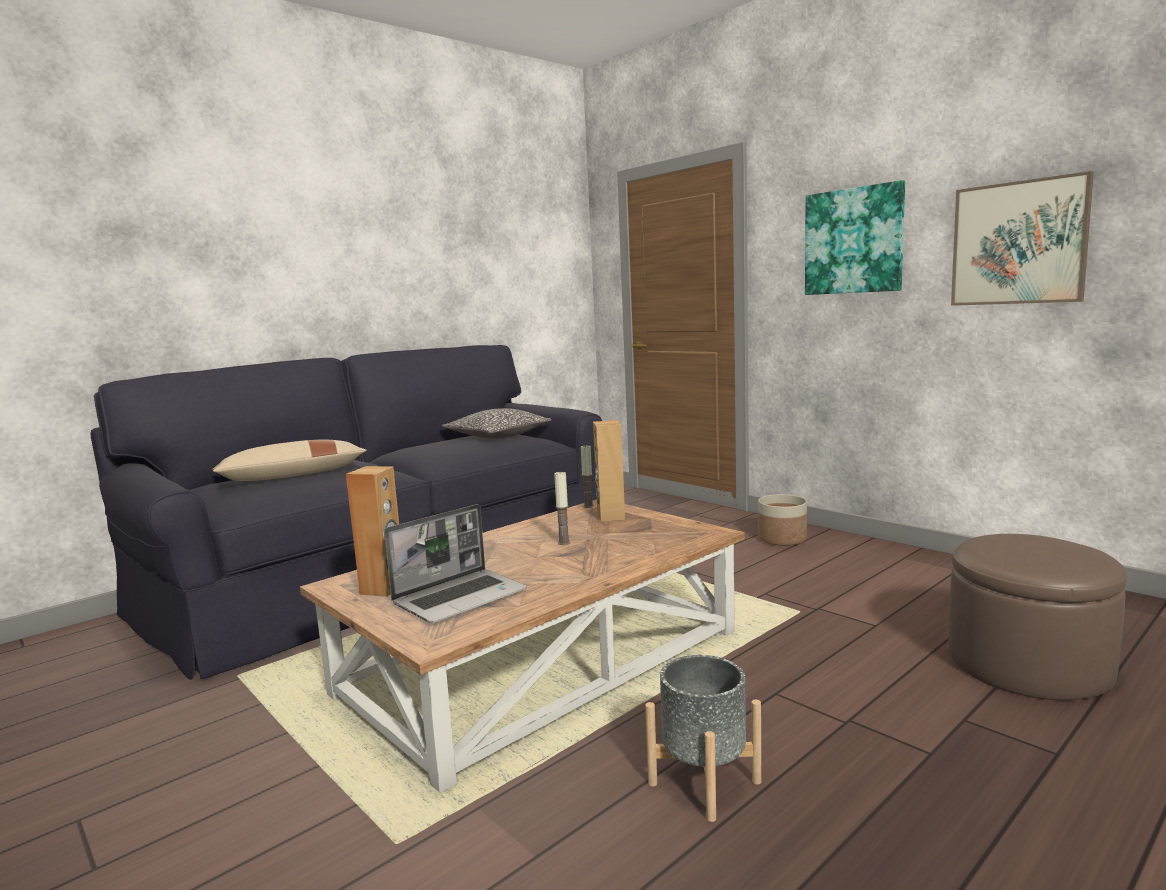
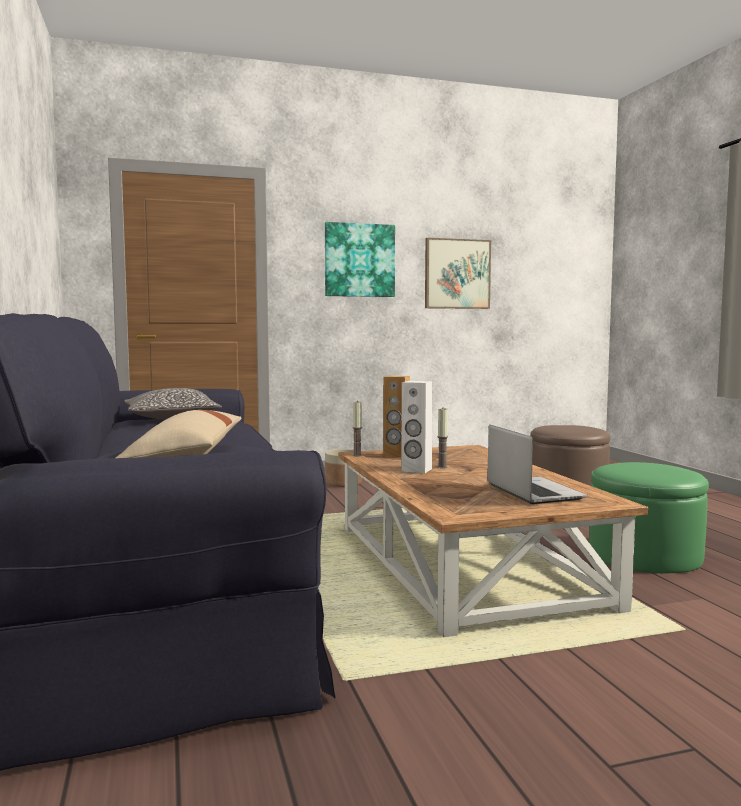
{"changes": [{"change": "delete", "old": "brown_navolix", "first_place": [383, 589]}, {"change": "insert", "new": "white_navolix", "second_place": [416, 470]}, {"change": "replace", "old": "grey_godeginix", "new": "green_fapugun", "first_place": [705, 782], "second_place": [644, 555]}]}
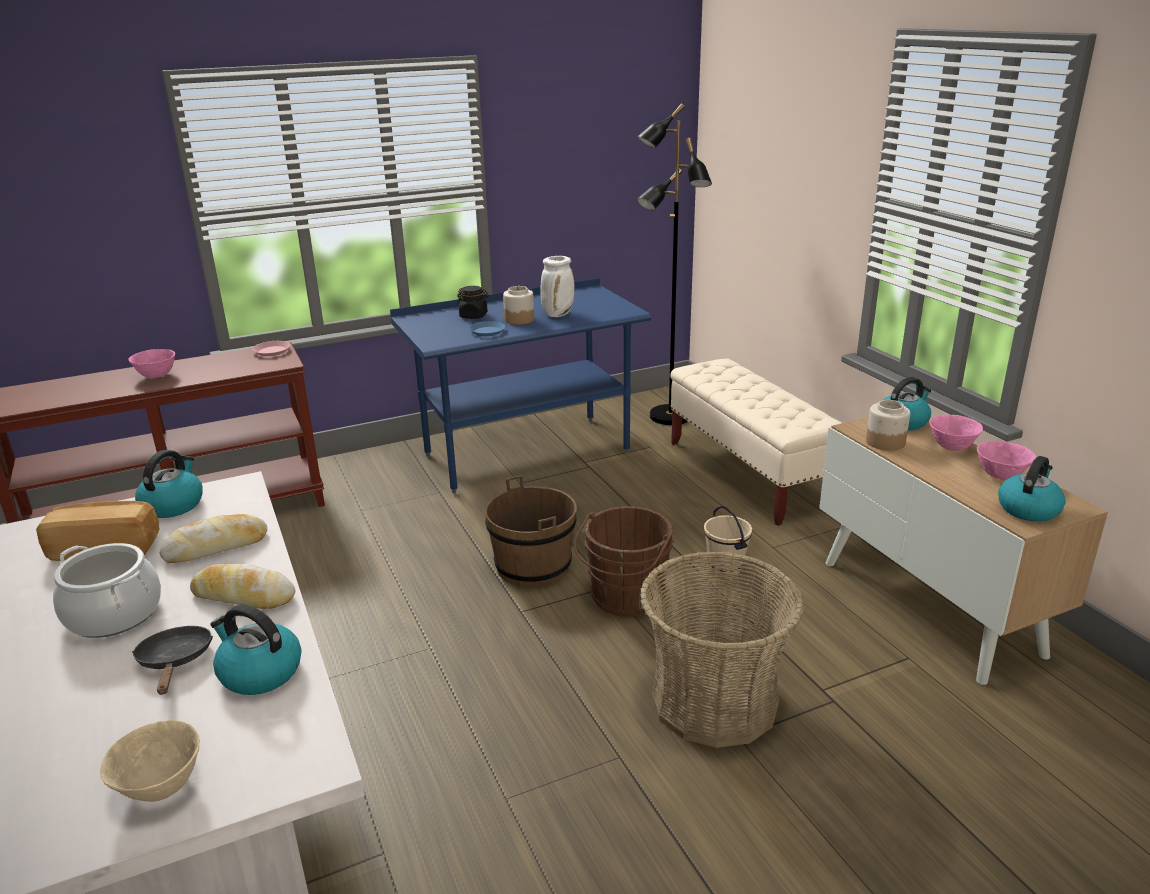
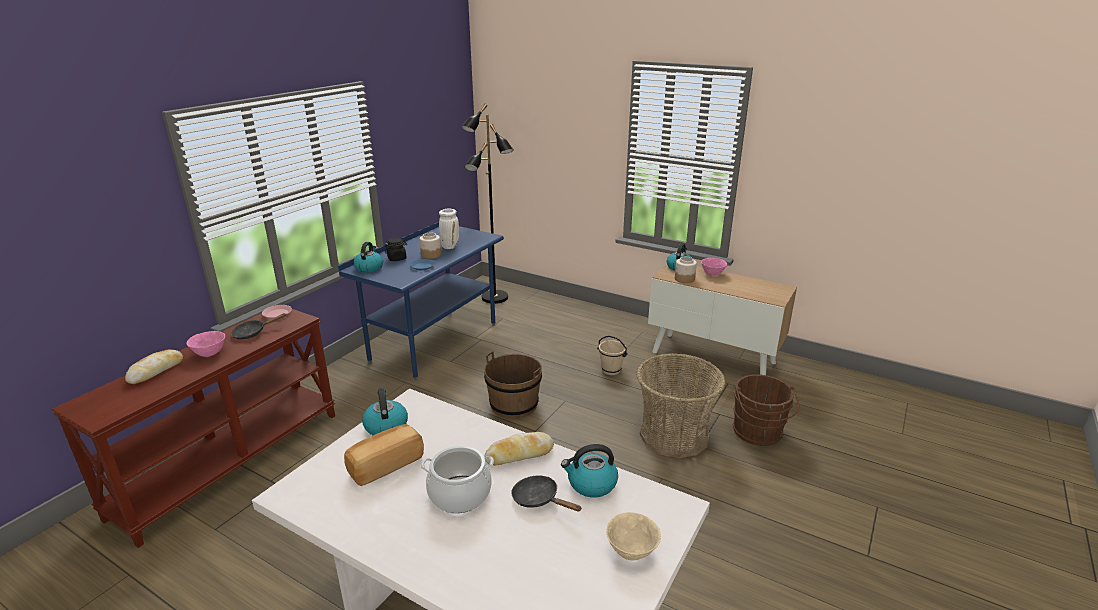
{"changes": [{"change": "delete", "old": "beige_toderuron", "first_place": [749, 474]}, {"change": "delete", "old": "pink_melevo", "first_place": [1001, 476]}, {"change": "insert", "new": "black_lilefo", "second_place": [253, 333]}, {"change": "move", "old": "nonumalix", "first_place": [216, 547], "second_place": [156, 371]}, {"change": "move", "old": "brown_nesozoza", "first_place": [625, 598], "second_place": [758, 433]}, {"change": "move", "old": "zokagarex", "first_place": [1028, 509], "second_place": [369, 268]}]}
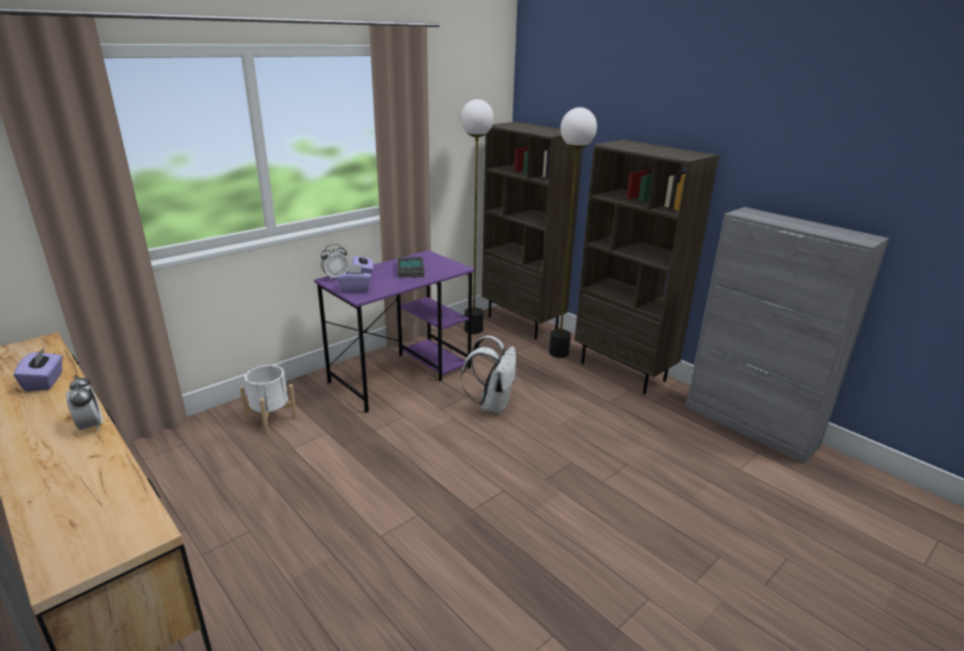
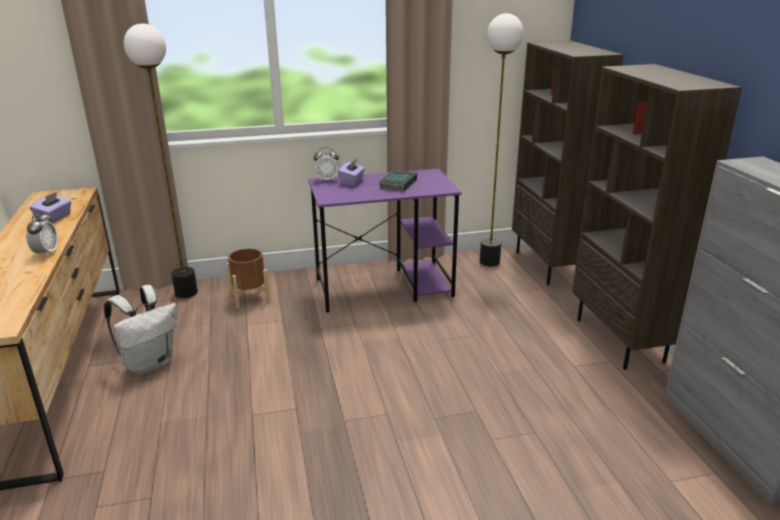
{"changes": [{"change": "delete", "old": "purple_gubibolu", "first_place": [355, 289]}, {"change": "move", "old": "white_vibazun", "first_place": [492, 405], "second_place": [149, 363]}, {"change": "move", "old": "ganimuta", "first_place": [559, 353], "second_place": [186, 293]}, {"change": "recolor", "old": "white_godeginix", "new": "brown_godeginix", "first_place": [271, 419], "second_place": [250, 298]}]}
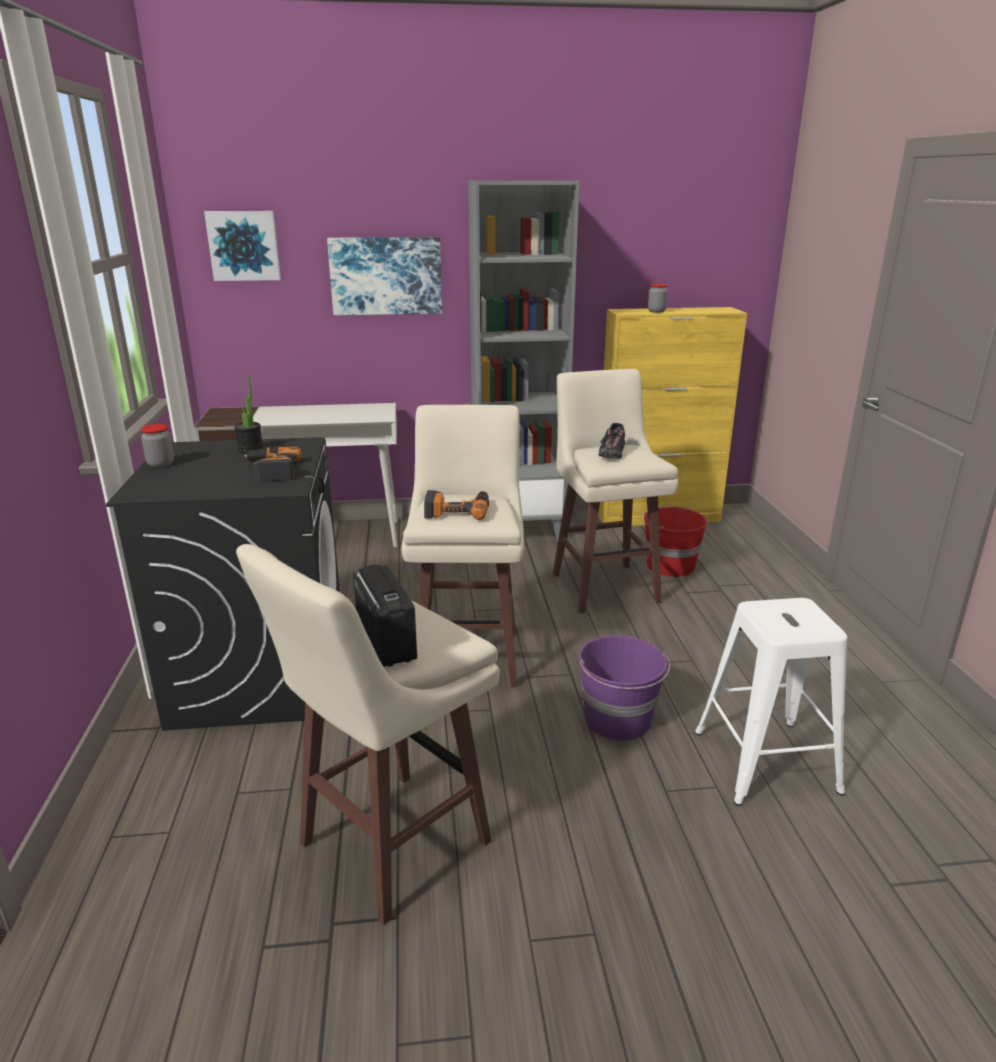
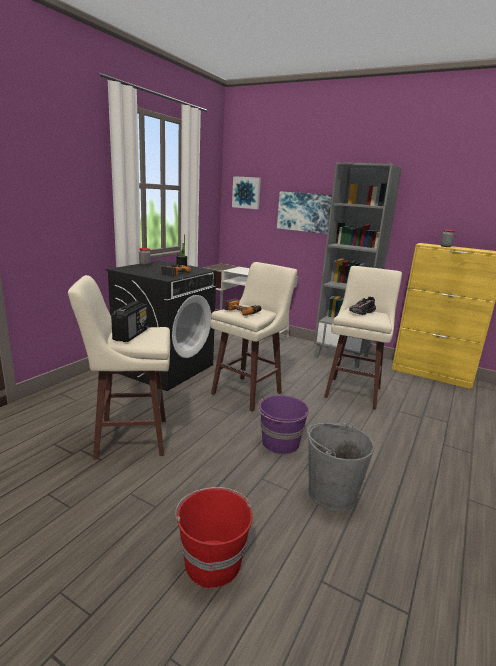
{"changes": [{"change": "move", "old": "red_nesozoza", "first_place": [669, 566], "second_place": [212, 561]}, {"change": "replace", "old": "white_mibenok", "new": "grey_nesozoza", "first_place": [763, 760], "second_place": [331, 493]}]}
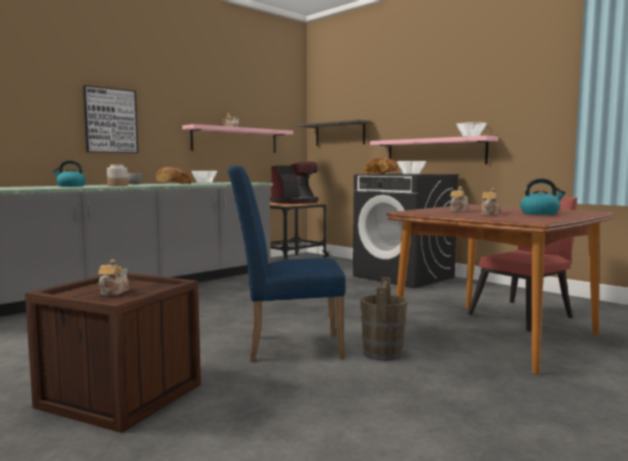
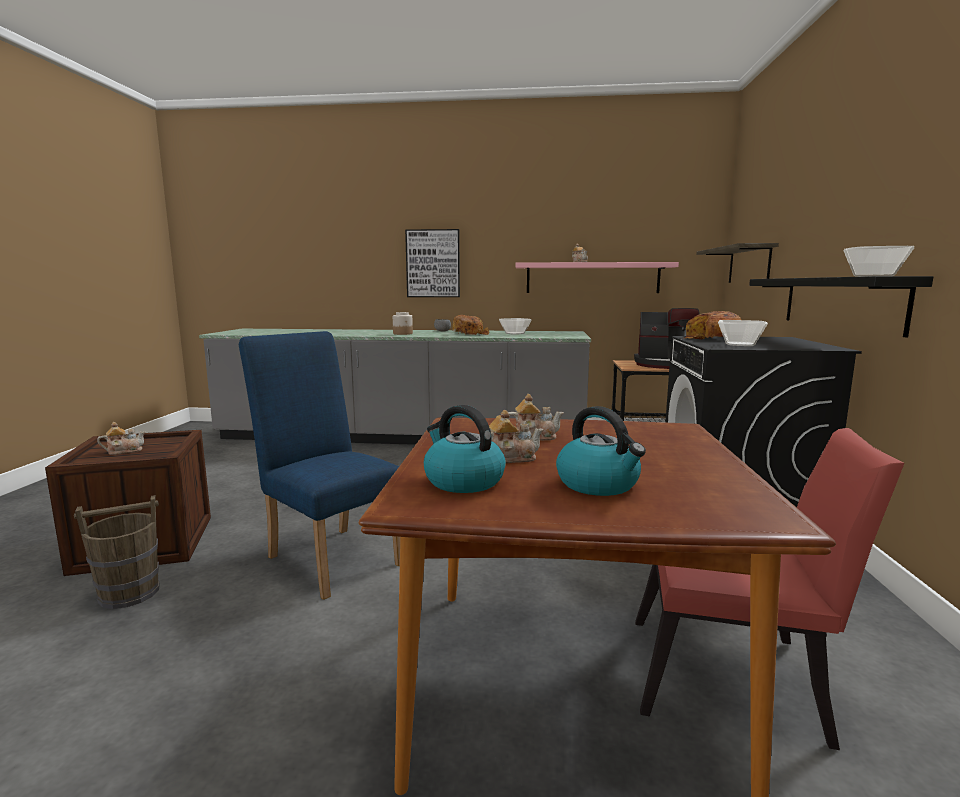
{"changes": [{"change": "move", "old": "zokagarex", "first_place": [70, 186], "second_place": [462, 481]}, {"change": "move", "old": "brown_nesozoza", "first_place": [382, 353], "second_place": [129, 593]}, {"change": "recolor", "old": "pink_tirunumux", "new": "black_tirunumux", "first_place": [435, 152], "second_place": [839, 302]}]}
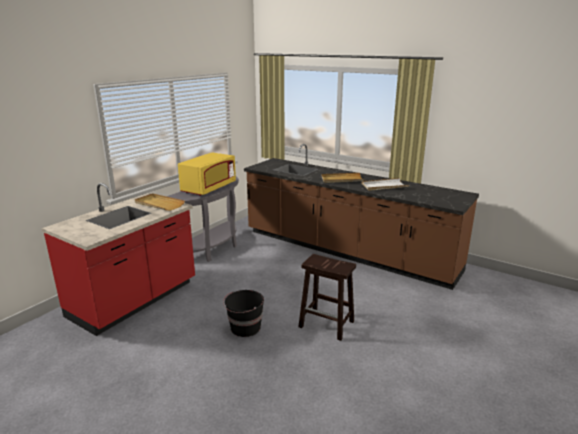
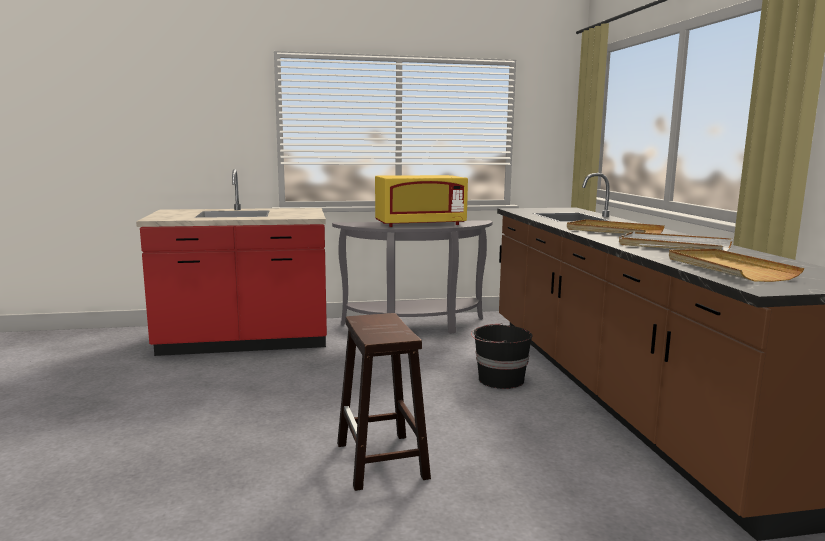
{"changes": [{"change": "move", "old": "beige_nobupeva", "first_place": [159, 204], "second_place": [727, 268]}, {"change": "move", "old": "black_nesozoza", "first_place": [245, 328], "second_place": [499, 380]}]}
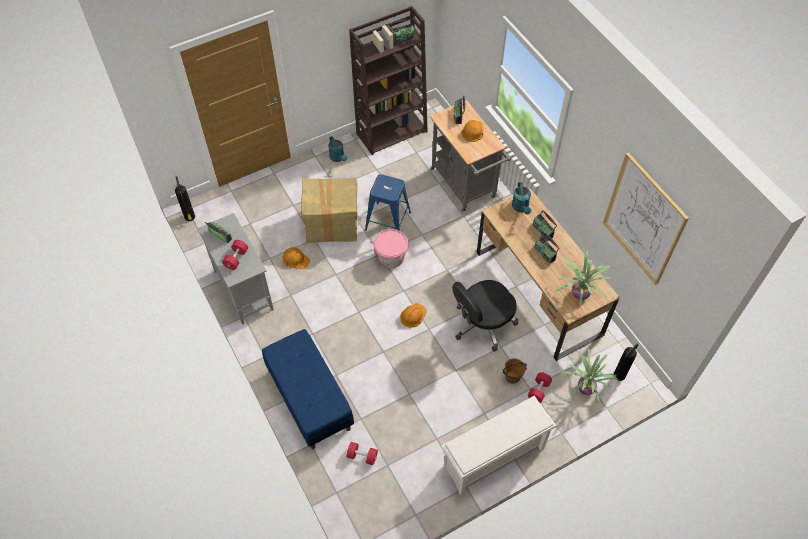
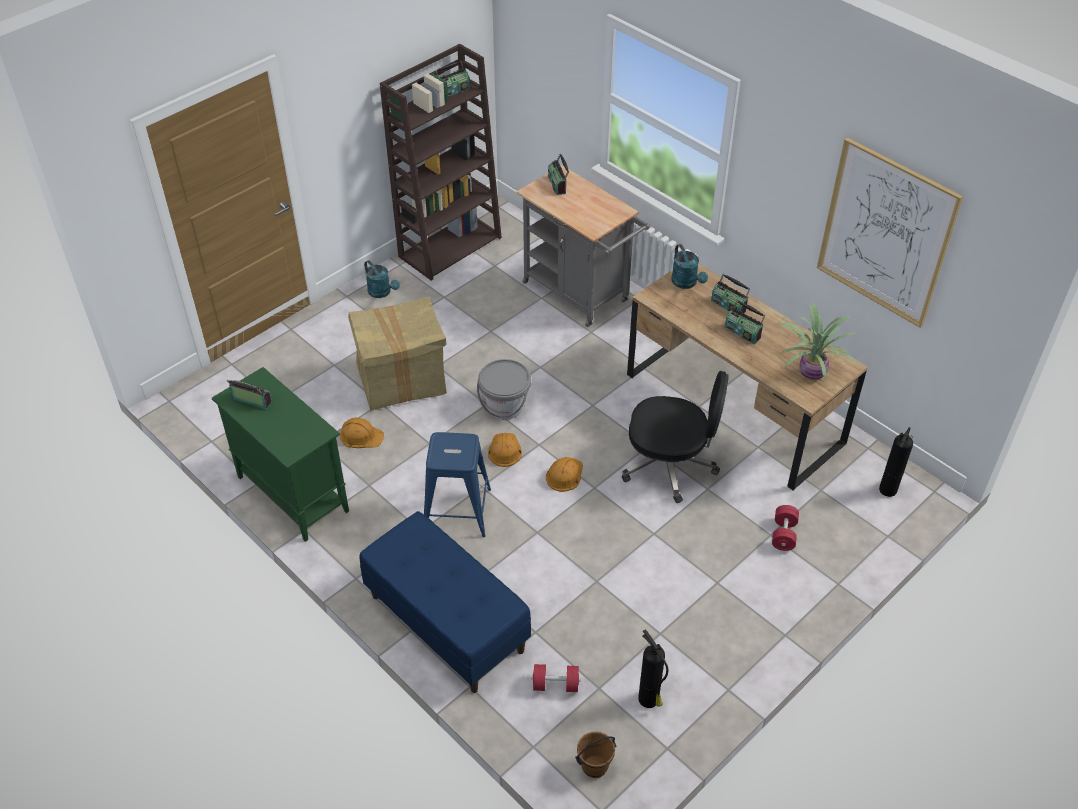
{"changes": [{"change": "delete", "old": "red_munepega", "first_place": [236, 259]}, {"change": "delete", "old": "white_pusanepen", "first_place": [493, 458]}, {"change": "delete", "old": "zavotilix", "first_place": [586, 388]}, {"change": "move", "old": "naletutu", "first_place": [190, 217], "second_place": [649, 700]}, {"change": "move", "old": "blue_mibenok", "first_place": [388, 221], "second_place": [457, 510]}, {"change": "move", "old": "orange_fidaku", "first_place": [472, 131], "second_place": [504, 450]}, {"change": "move", "old": "brown_nesozoza", "first_place": [512, 377], "second_place": [594, 766]}, {"change": "recolor", "old": "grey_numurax", "new": "green_numurax", "first_place": [243, 290], "second_place": [292, 493]}, {"change": "recolor", "old": "pink_nesozoza", "new": "grey_nesozoza", "first_place": [391, 257], "second_place": [505, 405]}, {"change": "rotate", "old": "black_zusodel", "first_place": [482, 324], "second_place": [670, 465], "degrees": -120}]}
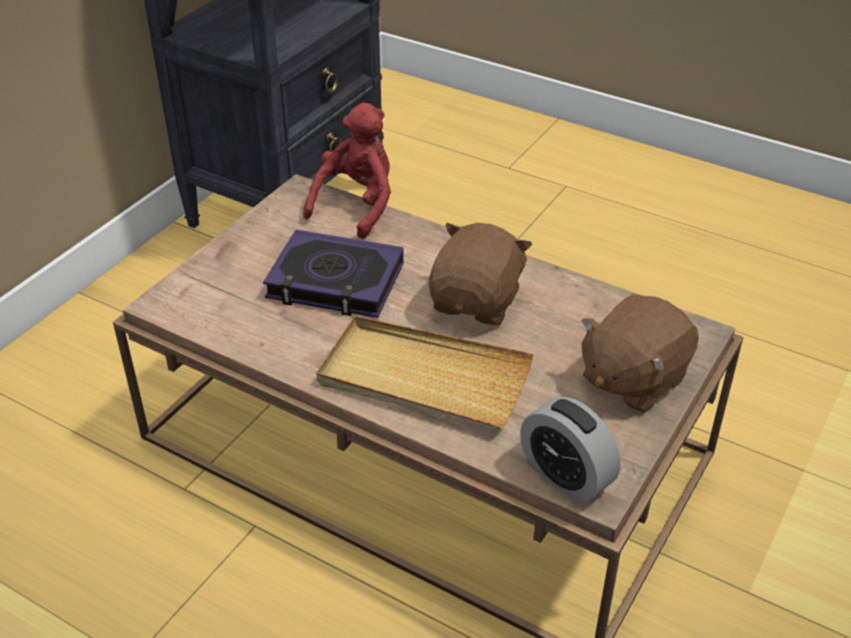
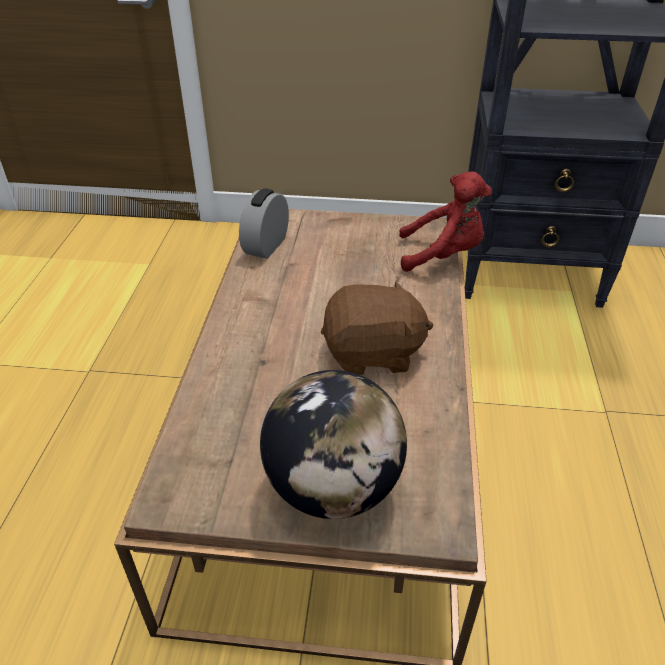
{"changes": [{"change": "delete", "old": "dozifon", "first_place": [335, 282]}, {"change": "delete", "old": "beige_nobupeva", "first_place": [423, 378]}, {"change": "move", "old": "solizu", "first_place": [566, 476], "second_place": [266, 246]}, {"change": "replace", "old": "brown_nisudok", "new": "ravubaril", "first_place": [632, 379], "second_place": [333, 487]}]}
